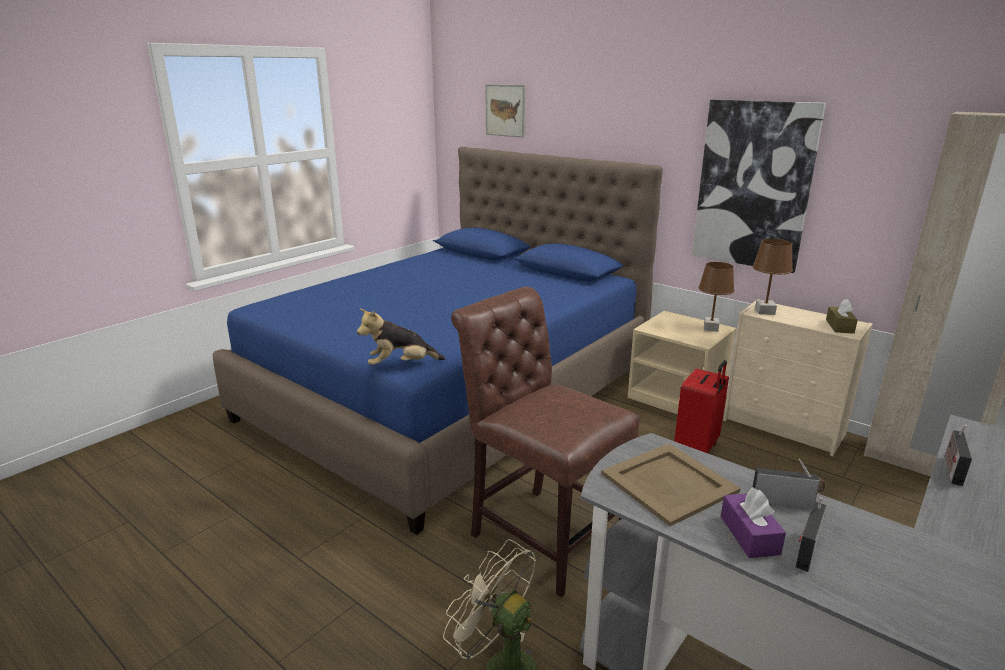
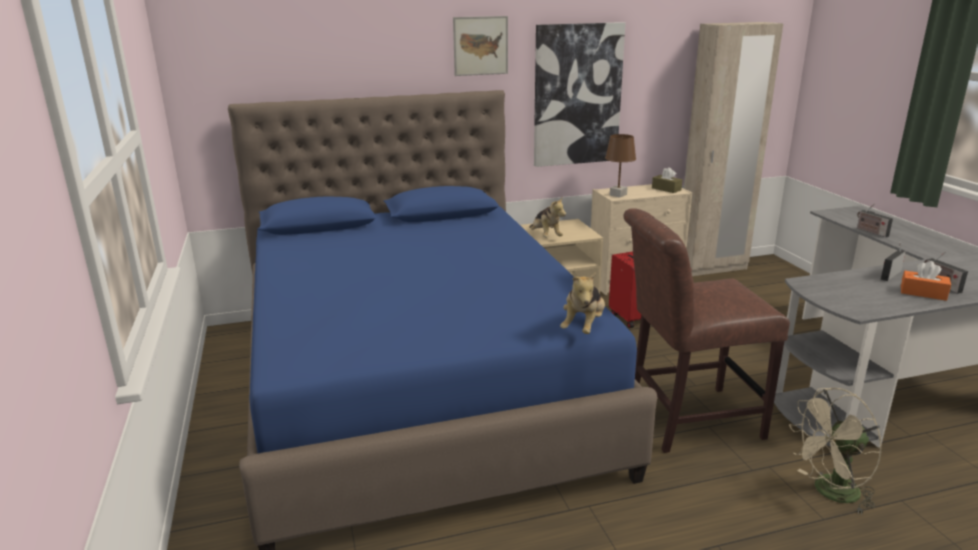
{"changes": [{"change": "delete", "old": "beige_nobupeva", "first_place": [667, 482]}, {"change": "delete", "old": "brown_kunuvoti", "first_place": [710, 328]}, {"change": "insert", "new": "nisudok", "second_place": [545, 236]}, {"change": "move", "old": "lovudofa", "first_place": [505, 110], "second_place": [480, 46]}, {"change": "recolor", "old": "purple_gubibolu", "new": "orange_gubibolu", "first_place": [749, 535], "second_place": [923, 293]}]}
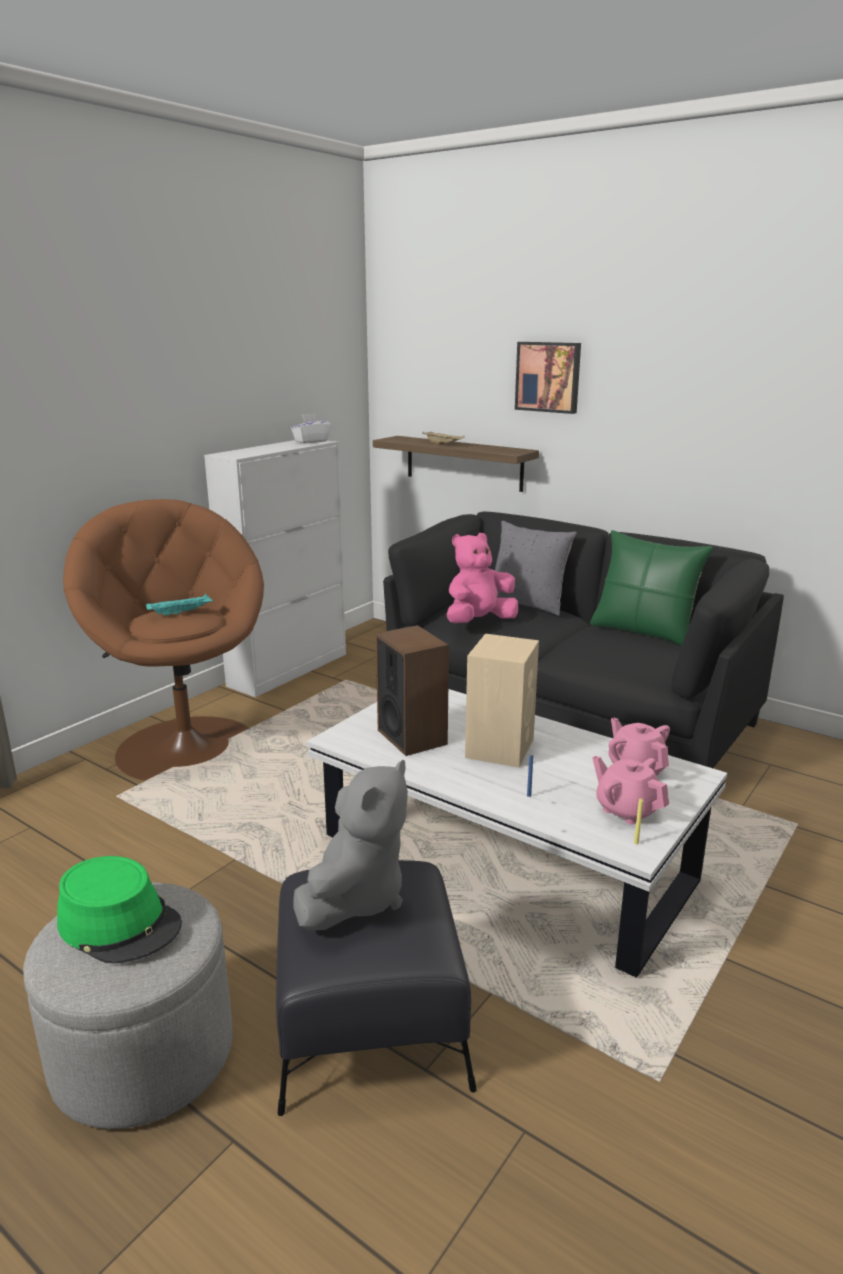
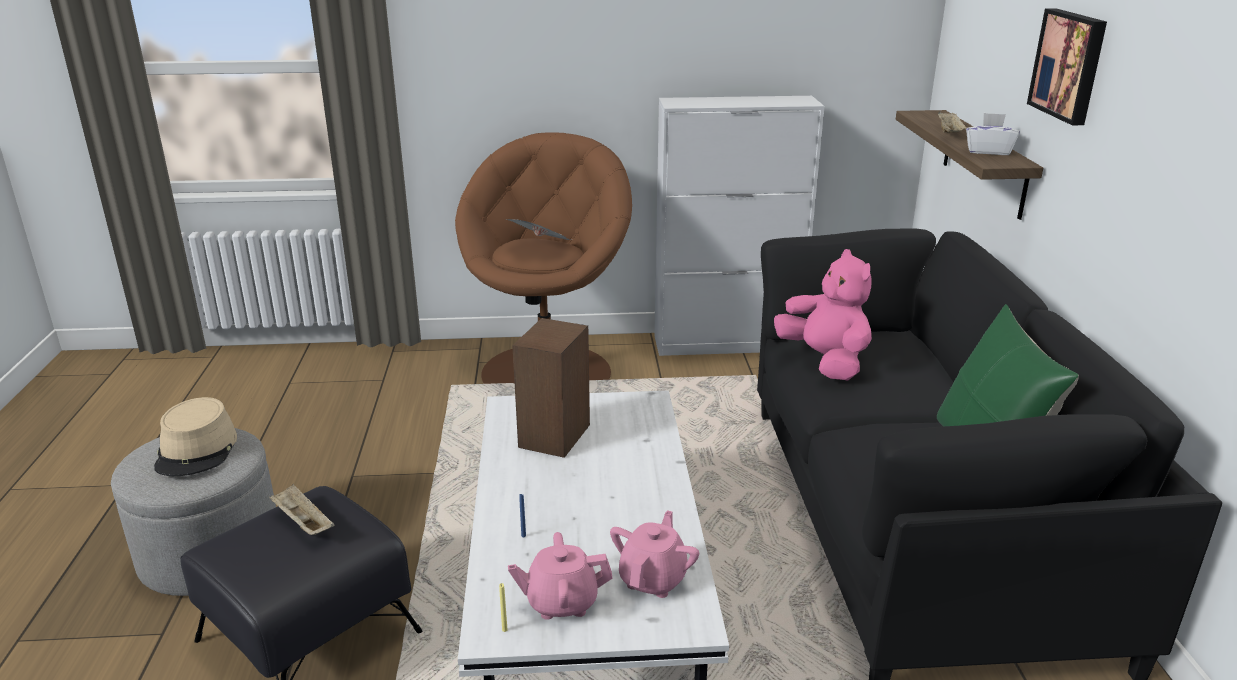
{"changes": [{"change": "delete", "old": "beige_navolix", "first_place": [500, 747]}, {"change": "delete", "old": "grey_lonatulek", "first_place": [527, 604]}, {"change": "move", "old": "white_gubibolu", "first_place": [311, 441], "second_place": [988, 151]}, {"change": "replace", "old": "turquoise_nobupeva", "new": "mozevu", "first_place": [181, 613], "second_place": [542, 247]}, {"change": "replace", "old": "grey_nisudok", "new": "beige_nobupeva", "first_place": [356, 897], "second_place": [302, 523]}, {"change": "recolor", "old": "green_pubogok", "new": "beige_pubogok", "first_place": [120, 923], "second_place": [197, 450]}, {"change": "rotate", "old": "pink_nisudok", "first_place": [479, 622], "second_place": [824, 361], "degrees": 45}, {"change": "rotate", "old": "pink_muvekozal", "first_place": [626, 810], "second_place": [561, 602], "degrees": -105}]}
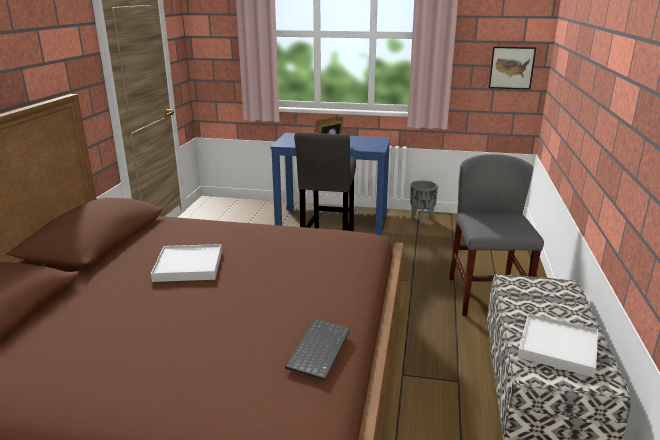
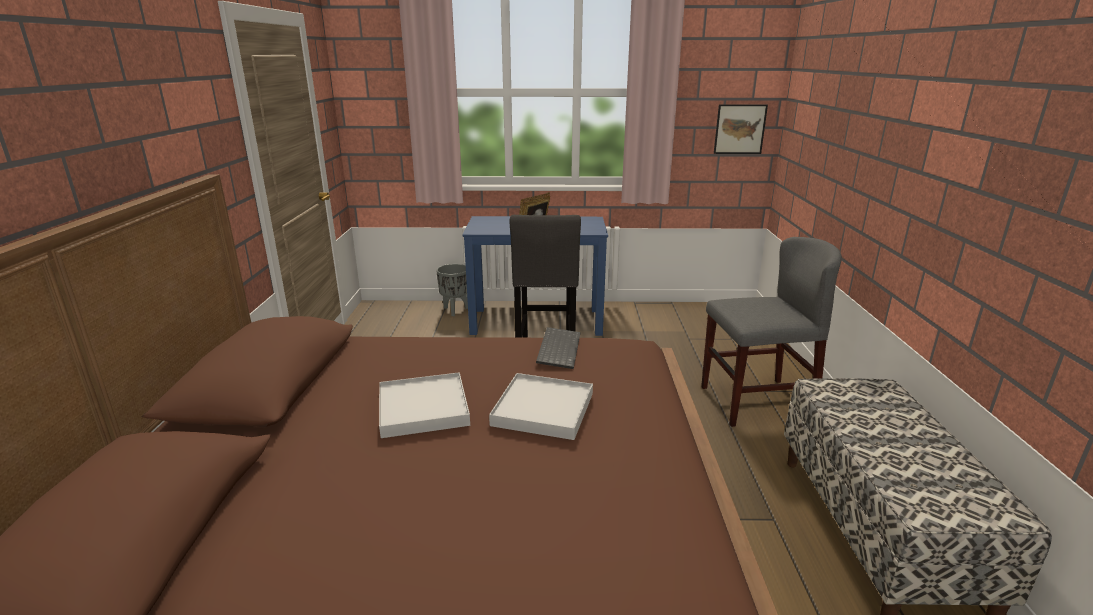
{"changes": [{"change": "move", "old": "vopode", "first_place": [318, 349], "second_place": [557, 349]}, {"change": "move", "old": "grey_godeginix", "first_place": [422, 220], "second_place": [455, 310]}, {"change": "move", "old": "white_nobupeva", "first_place": [557, 347], "second_place": [543, 409]}, {"change": "rotate", "old": "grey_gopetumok", "first_place": [486, 296], "second_place": [756, 402], "degrees": 90}]}
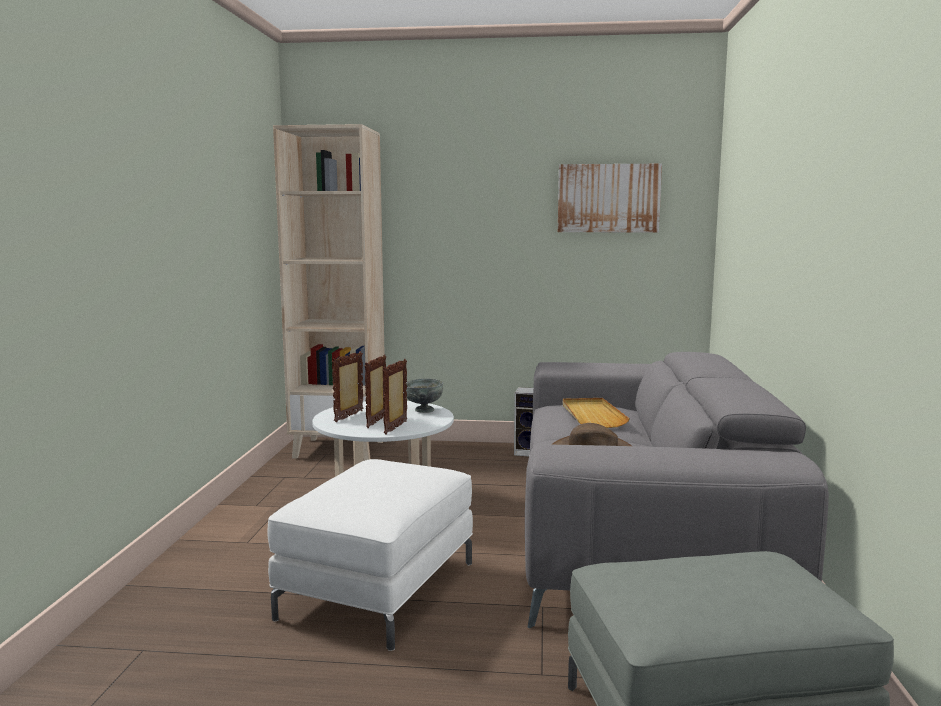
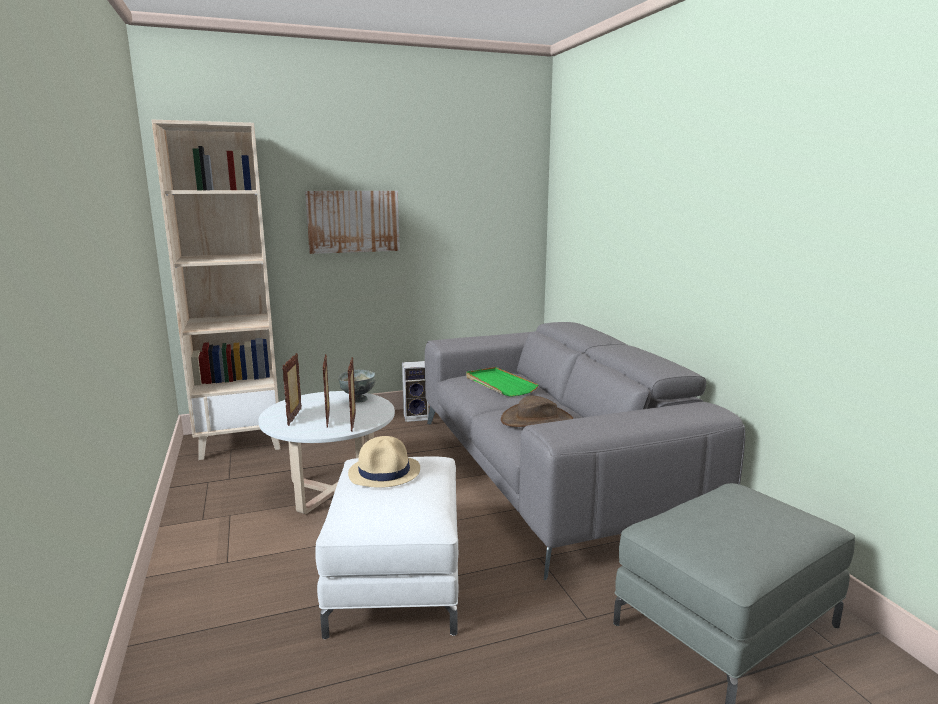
{"changes": [{"change": "insert", "new": "beige_pubogok", "second_place": [385, 472]}, {"change": "move", "old": "lovudofa", "first_place": [608, 198], "second_place": [353, 221]}, {"change": "recolor", "old": "beige_nobupeva", "new": "green_nobupeva", "first_place": [592, 415], "second_place": [499, 384]}]}
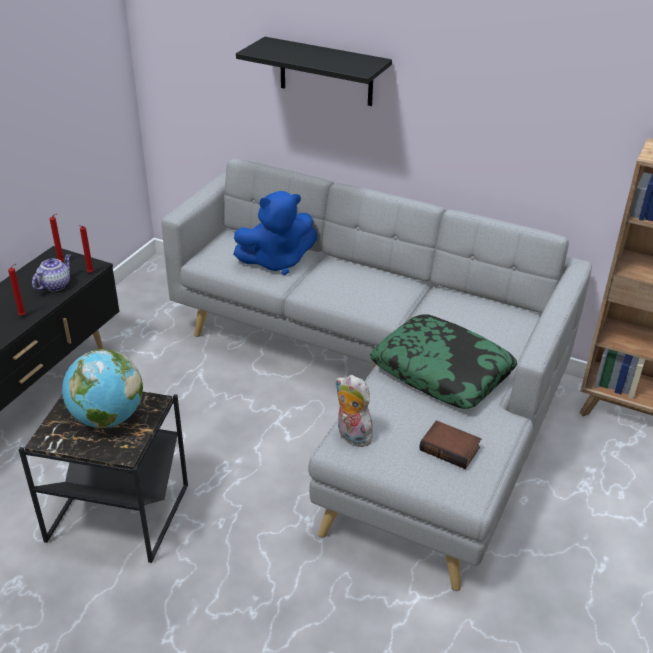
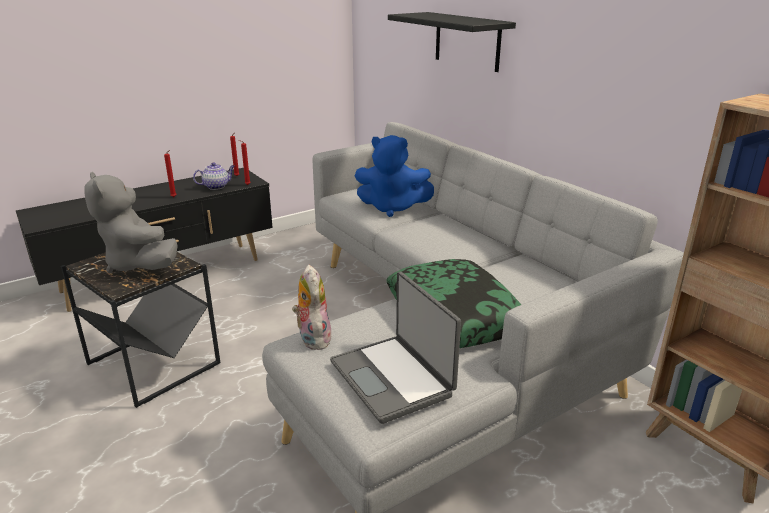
{"changes": [{"change": "replace", "old": "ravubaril", "new": "grey_nisudok", "first_place": [107, 418], "second_place": [139, 264]}, {"change": "replace", "old": "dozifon", "new": "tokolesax", "first_place": [451, 448], "second_place": [393, 378]}]}
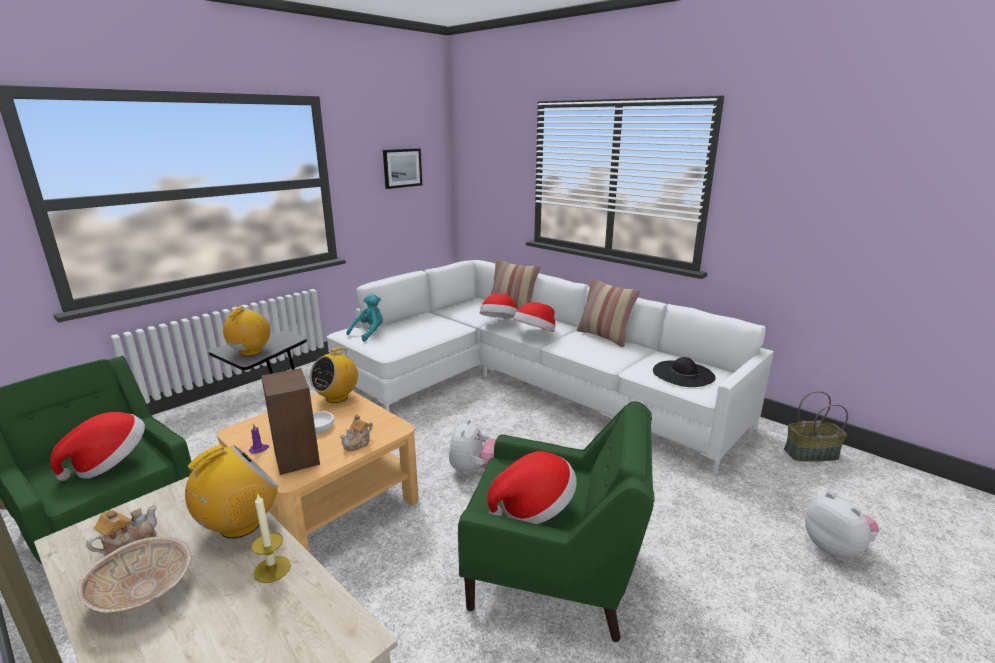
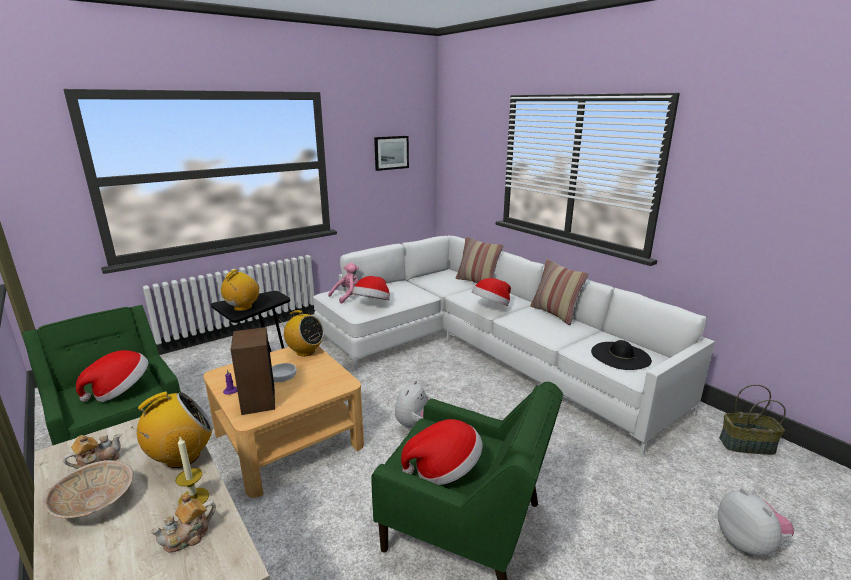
{"changes": [{"change": "move", "old": "muvekozal", "first_place": [358, 444], "second_place": [188, 536]}, {"change": "move", "old": "pubogok", "first_place": [499, 323], "second_place": [372, 304]}, {"change": "recolor", "old": "turquoise_nisudok", "new": "pink_nisudok", "first_place": [369, 333], "second_place": [347, 296]}, {"change": "rotate", "old": "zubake", "first_place": [337, 397], "second_place": [305, 351], "degrees": -105}]}
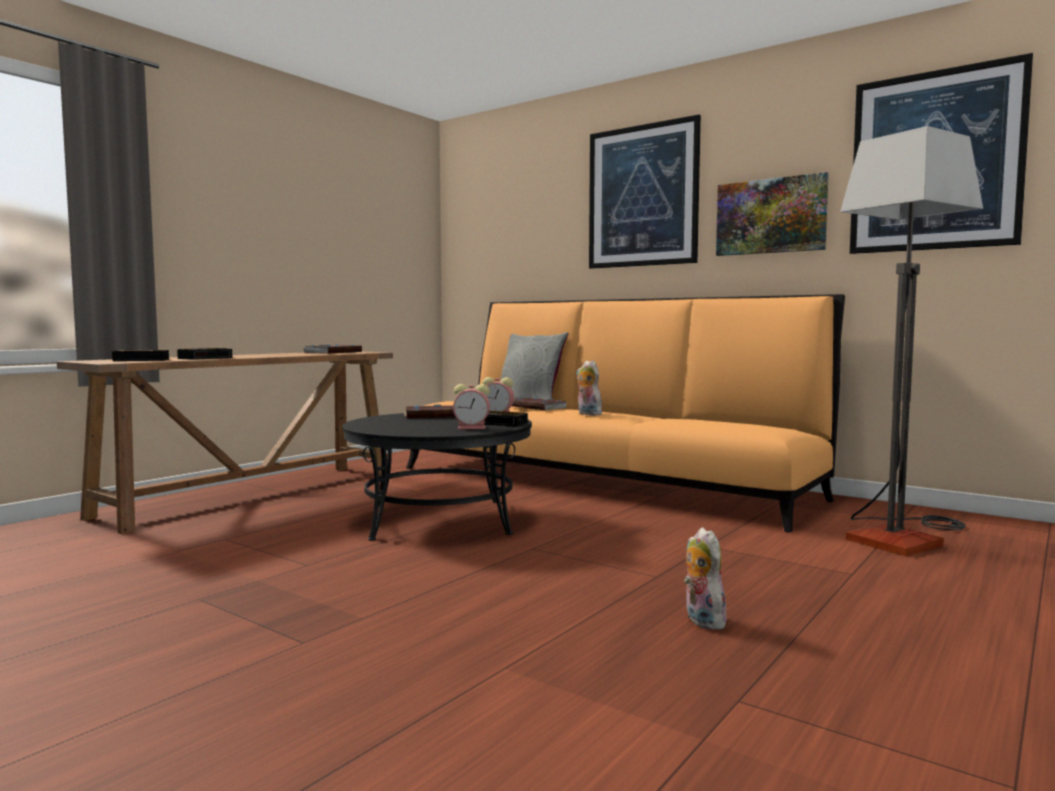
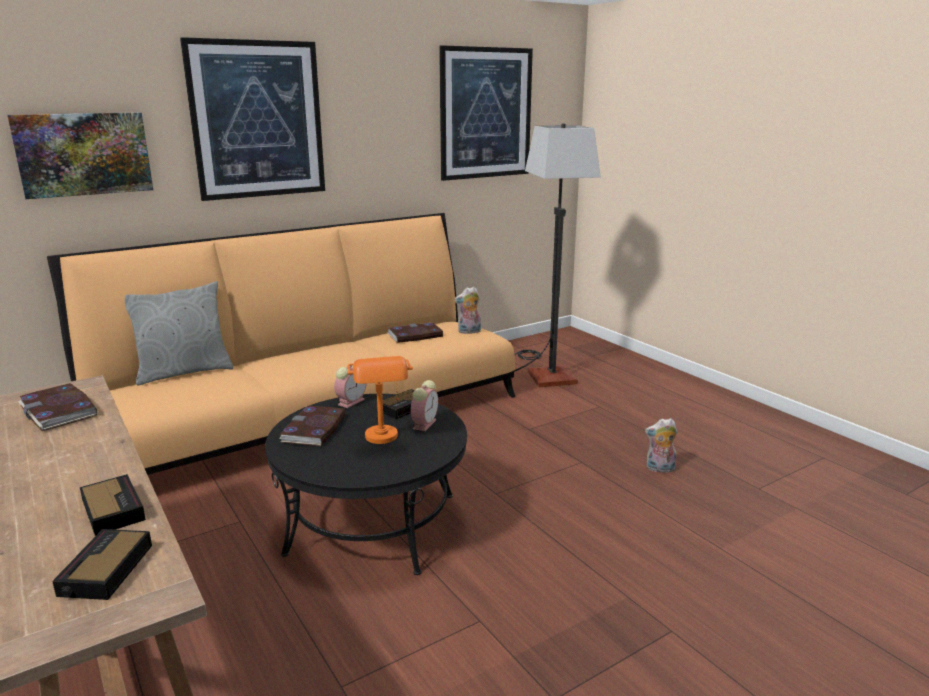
{"changes": [{"change": "insert", "new": "orange_kunuvoti", "second_place": [384, 441]}, {"change": "move", "old": "dozifon", "first_place": [537, 407], "second_place": [415, 335]}, {"change": "move", "old": "nisudok", "first_place": [587, 414], "second_place": [469, 332]}, {"change": "move", "old": "lovudofa", "first_place": [770, 216], "second_place": [84, 154]}]}
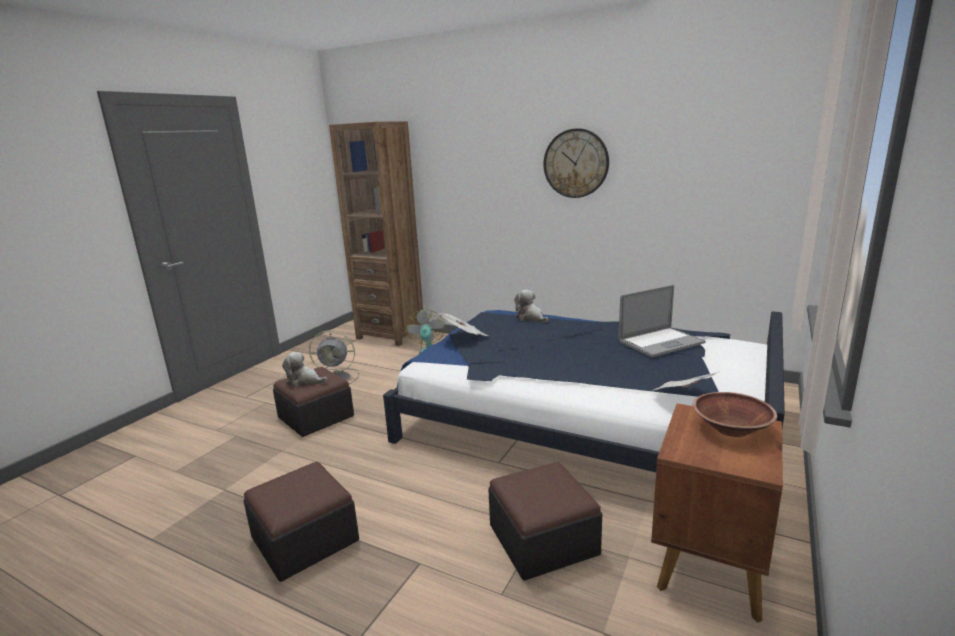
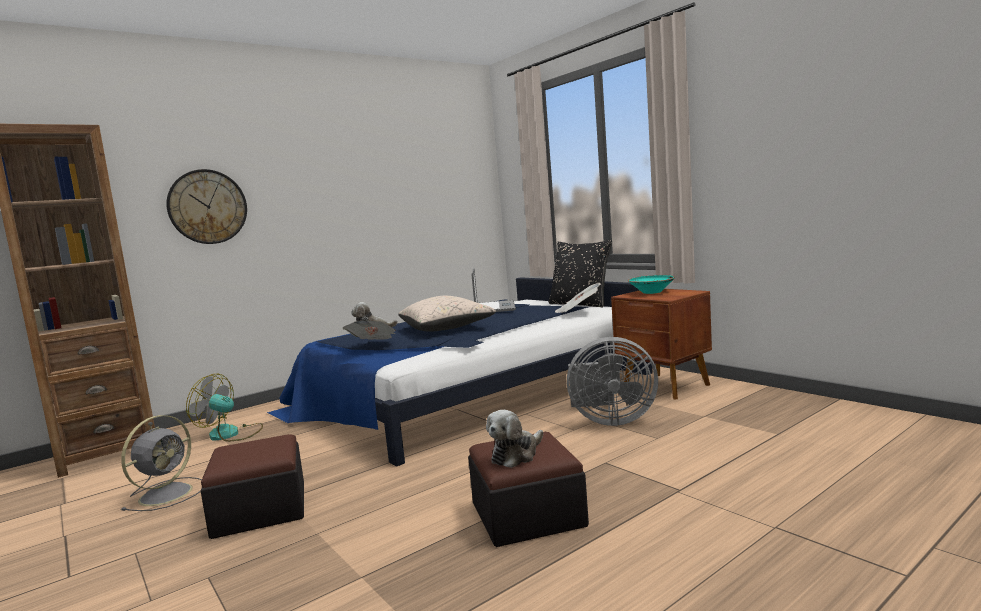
{"changes": [{"change": "insert", "new": "beige_lonatulek", "second_place": [447, 328]}, {"change": "insert", "new": "black_lonatulek", "second_place": [580, 304]}, {"change": "move", "old": "nisudok", "first_place": [304, 381], "second_place": [516, 455]}, {"change": "move", "old": "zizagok", "first_place": [576, 163], "second_place": [207, 207]}, {"change": "replace", "old": "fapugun", "new": "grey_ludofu", "first_place": [543, 539], "second_place": [609, 420]}, {"change": "recolor", "old": "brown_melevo", "new": "turquoise_melevo", "first_place": [731, 429], "second_place": [652, 292]}]}
